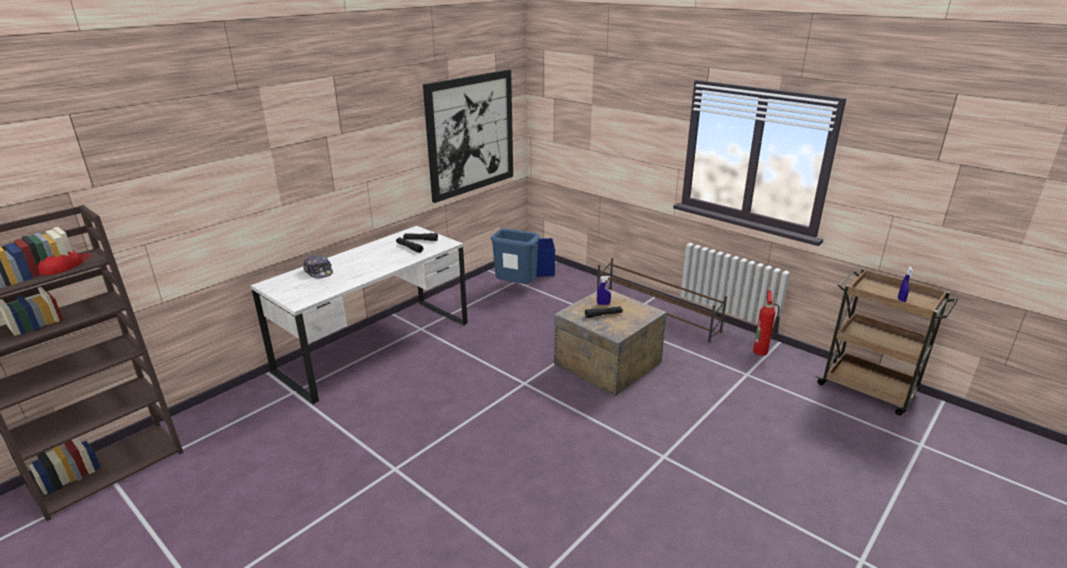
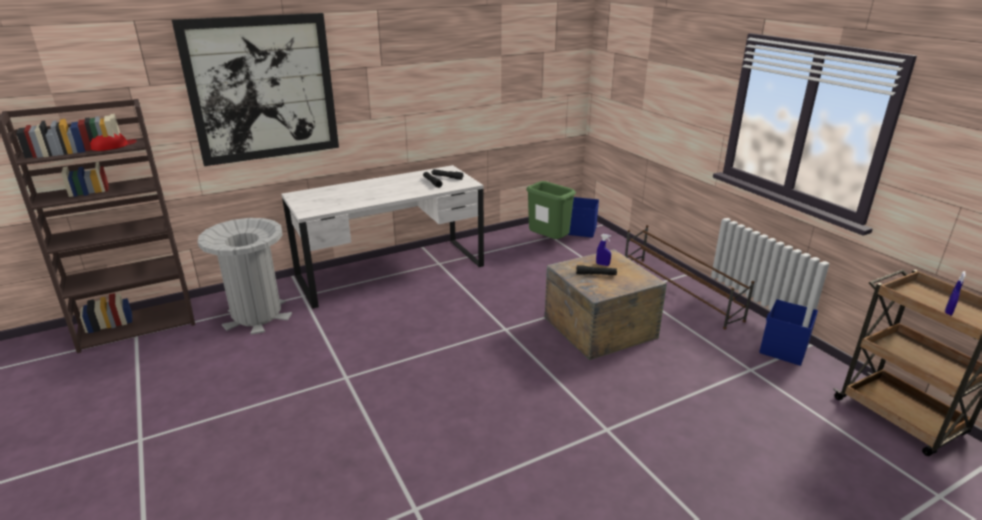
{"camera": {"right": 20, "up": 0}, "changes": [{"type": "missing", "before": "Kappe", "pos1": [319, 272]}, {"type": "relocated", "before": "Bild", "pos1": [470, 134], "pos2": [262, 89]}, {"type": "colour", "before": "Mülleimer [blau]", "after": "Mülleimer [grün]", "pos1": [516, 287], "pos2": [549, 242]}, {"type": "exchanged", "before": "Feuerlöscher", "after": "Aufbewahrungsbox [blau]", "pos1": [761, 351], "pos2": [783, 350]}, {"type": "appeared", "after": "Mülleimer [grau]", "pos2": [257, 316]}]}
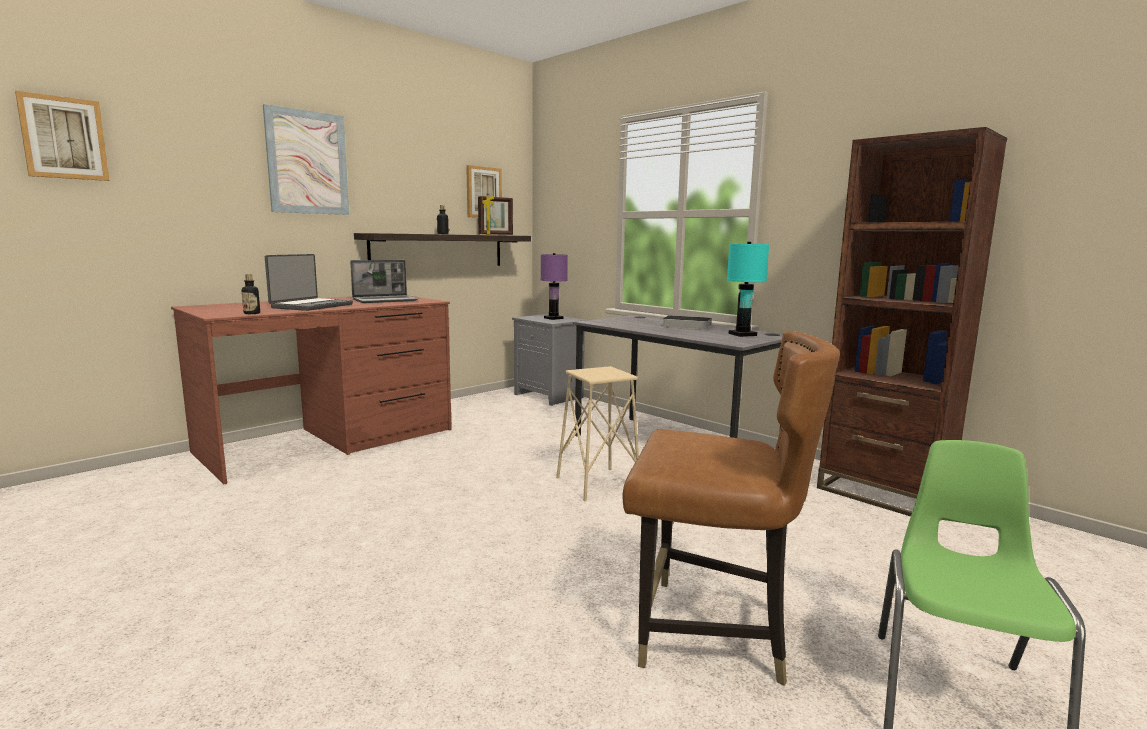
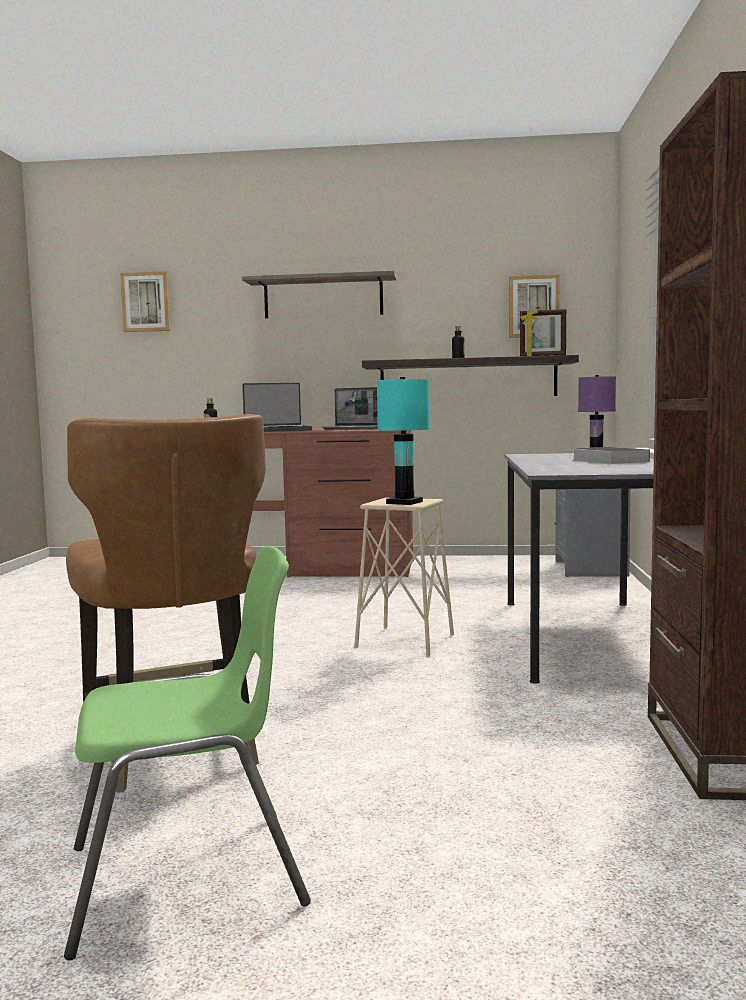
{"camera": {"right": 50, "up": -5}, "changes": [{"type": "exchanged", "before": "Bild", "after": "Wandregal", "pos1": [307, 163], "pos2": [323, 297]}, {"type": "relocated", "before": "Tischlampe [türkis]", "pos1": [742, 334], "pos2": [404, 502]}]}
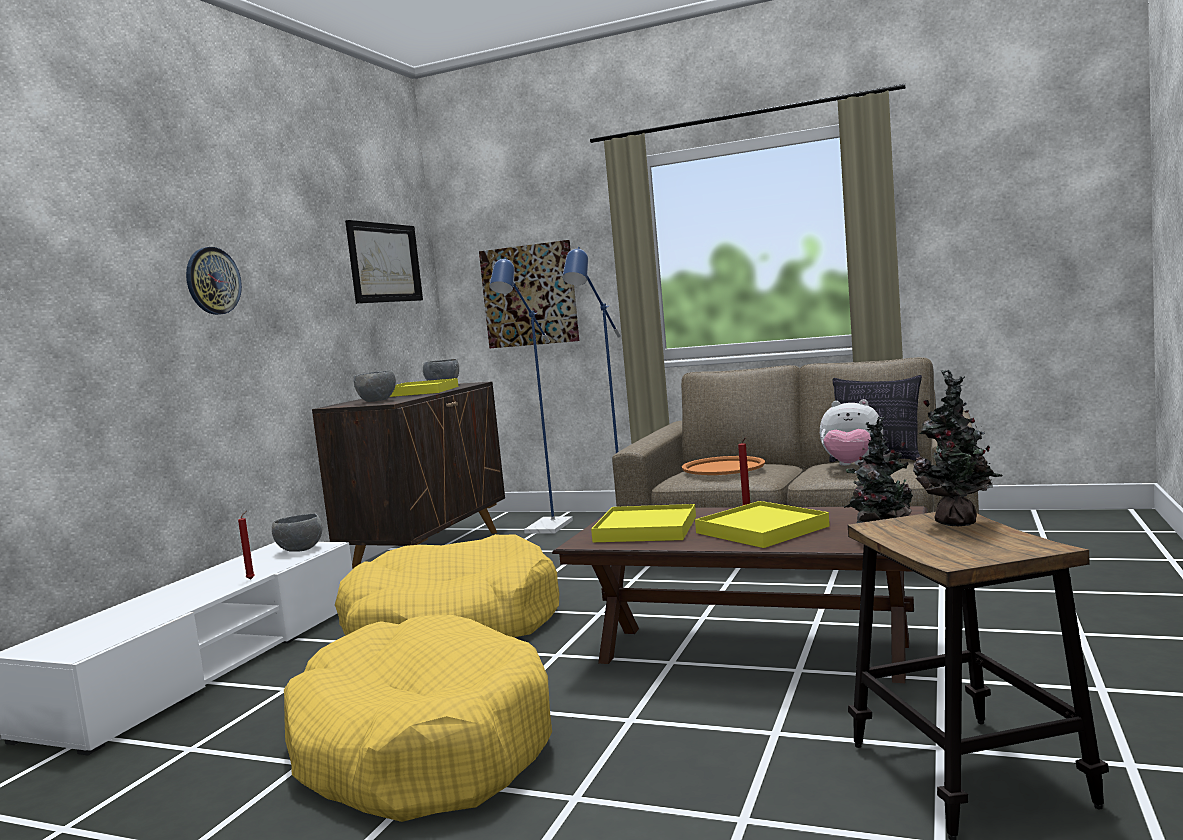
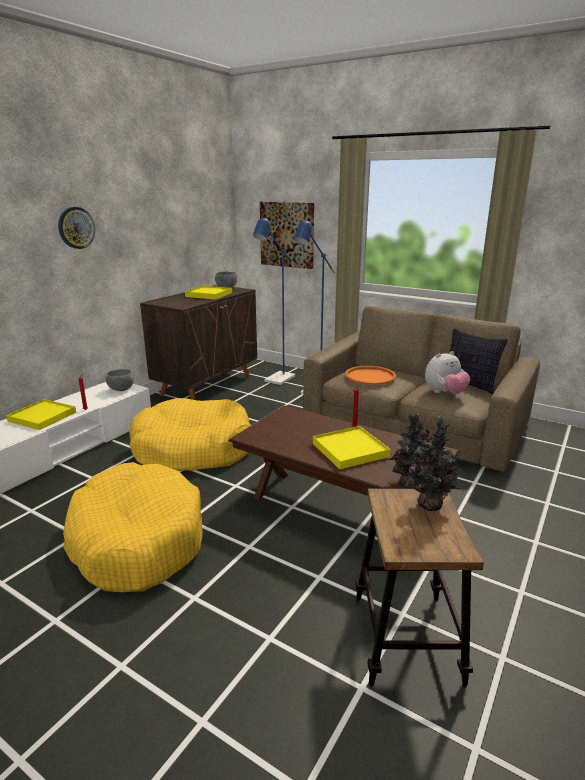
{"camera": {"right": 10, "up": 15}, "changes": [{"type": "missing", "before": "Bild", "pos1": [384, 263]}, {"type": "missing", "before": "Schüssel [grau]", "pos1": [377, 401]}, {"type": "relocated", "before": "Tablett [gelb]", "pos1": [646, 529], "pos2": [42, 417]}, {"type": "spun", "before": "Plüschtier", "pos1": [851, 466], "pos2": [444, 393], "turn": -60}]}
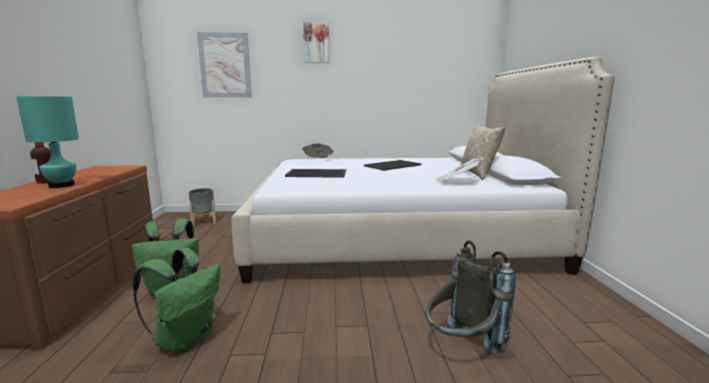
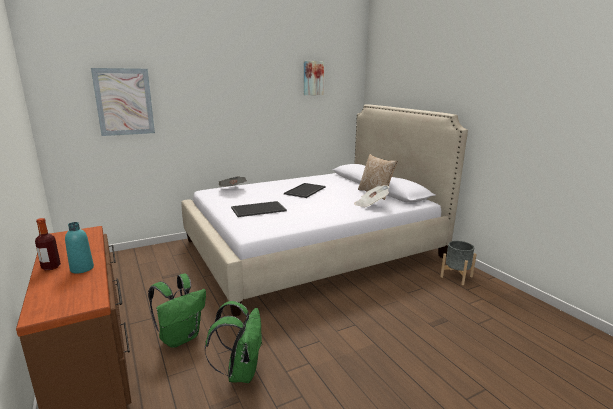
{"camera": {"right": -25, "up": 5}, "changes": [{"type": "exchanged", "before": "Tischlampe [türkis]", "after": "Flasche [türkis]", "pos1": [62, 185], "pos2": [82, 269]}, {"type": "relocated", "before": "Pflanzkübel [grau]", "pos1": [204, 222], "pos2": [456, 276]}, {"type": "relocated", "before": "Bild", "pos1": [316, 42], "pos2": [313, 78]}, {"type": "missing", "before": "Rucksack [grau]", "pos1": [461, 347]}]}
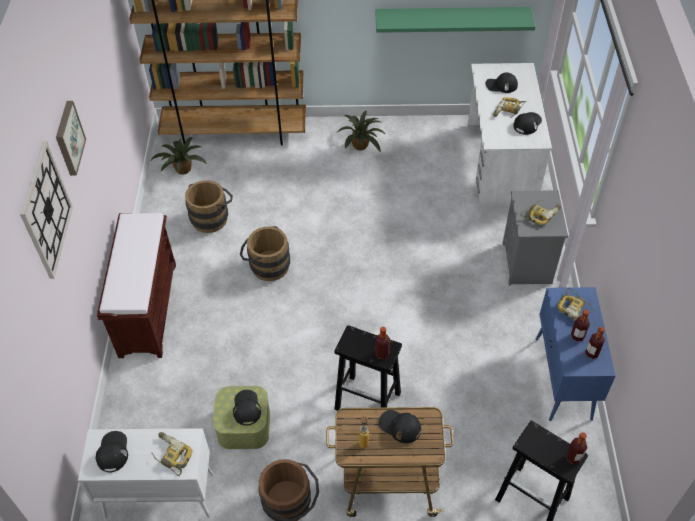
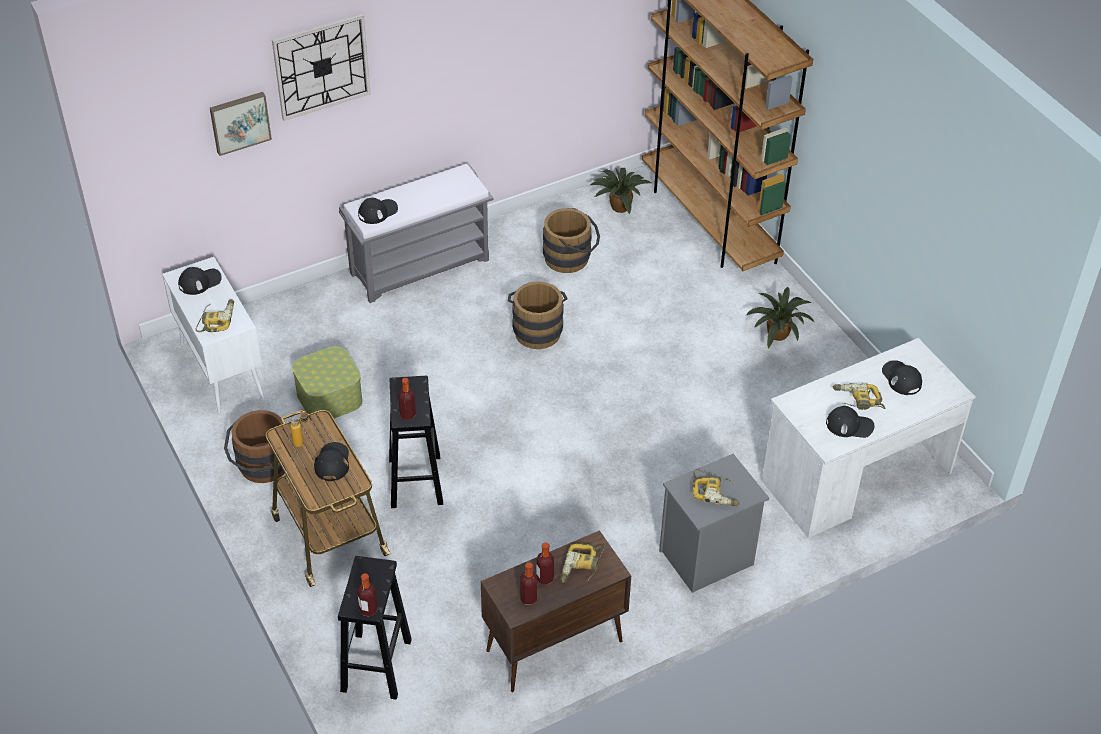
{"camera": {"right": 60, "up": -5}, "changes": [{"type": "relocated", "before": "Bild", "pos1": [68, 138], "pos2": [239, 122]}, {"type": "colour", "before": "Bank [braun]", "after": "Bank [grau]", "pos1": [148, 308], "pos2": [420, 266]}, {"type": "relocated", "before": "Kappe [schwarz]", "pos1": [246, 408], "pos2": [378, 212]}, {"type": "missing", "before": "Wandregal [grün]", "pos1": [452, 19]}, {"type": "colour", "before": "Schrank [blau]", "after": "Schrank [braun]", "pos1": [563, 379], "pos2": [553, 647]}]}
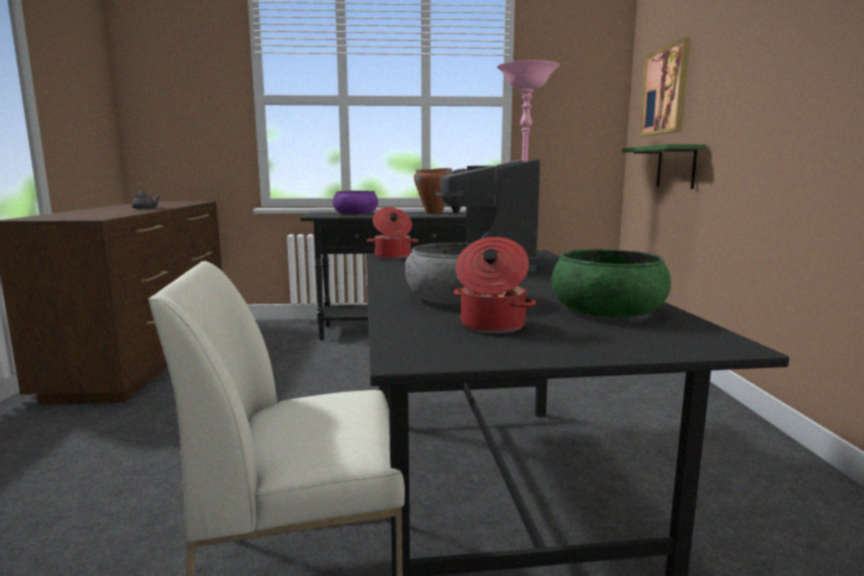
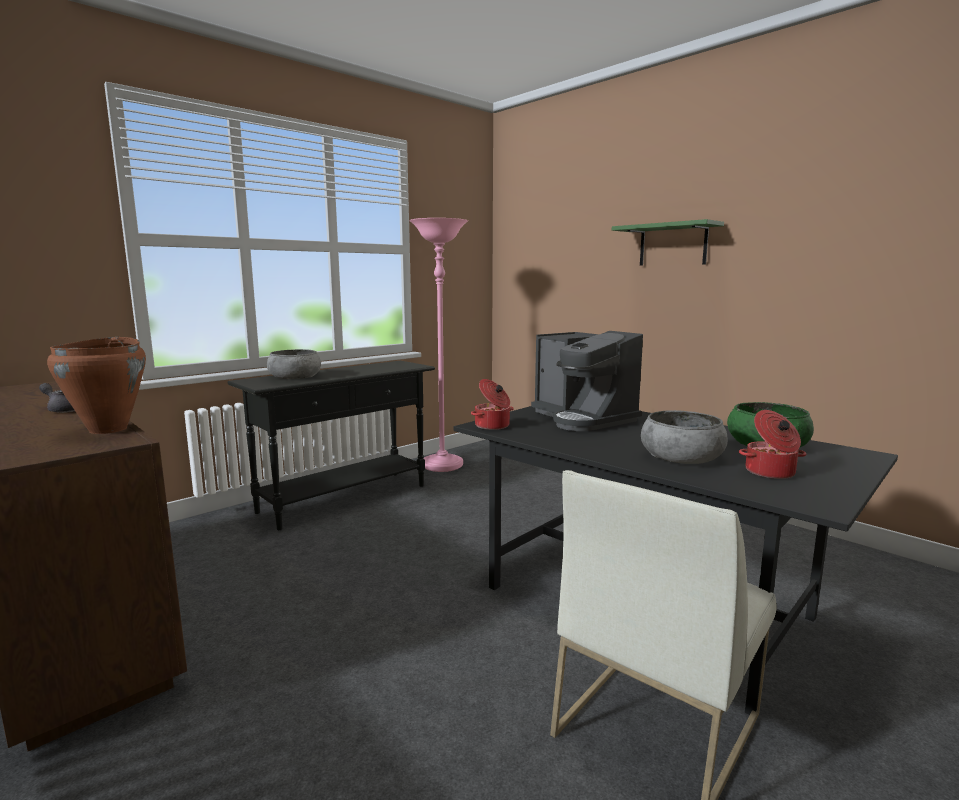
{"camera": {"right": -40, "up": 0}, "changes": [{"type": "colour", "before": "Schüssel [lila]", "after": "Schüssel [grau]", "pos1": [355, 213], "pos2": [295, 377]}, {"type": "relocated", "before": "Kochtopf [braun]", "pos1": [434, 213], "pos2": [109, 429]}, {"type": "relocated", "before": "Wandregal [grün]", "pos1": [676, 167], "pos2": [673, 245]}, {"type": "missing", "before": "Bild", "pos1": [665, 91]}]}
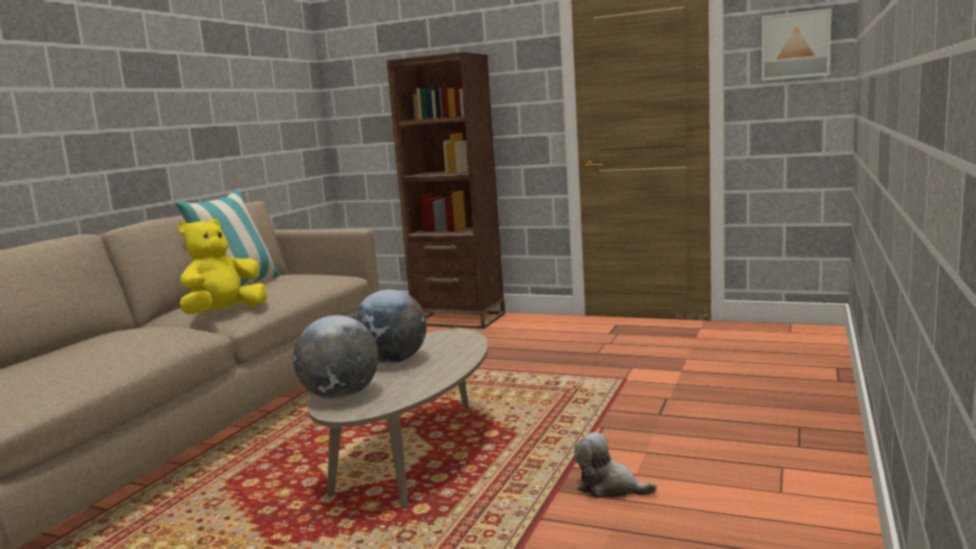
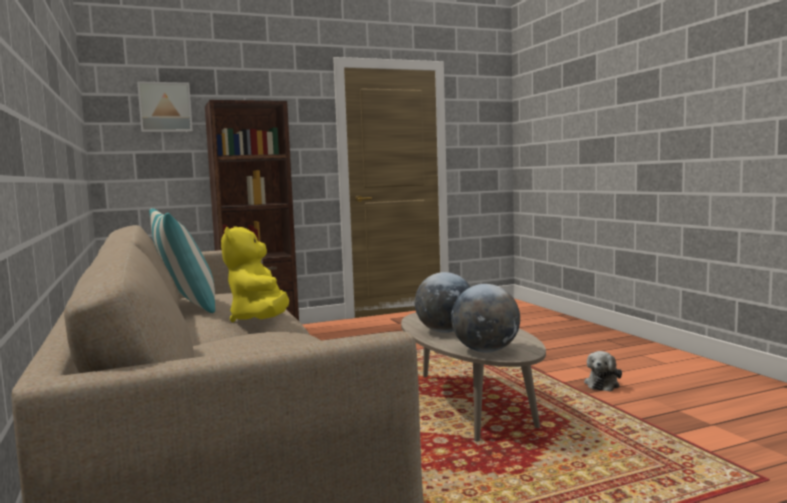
{"camera": {"right": -45, "up": -5}, "changes": [{"type": "spun", "before": "Plüschtier", "pos1": [609, 487], "pos2": [602, 384], "turn": -45}, {"type": "relocated", "before": "Bild", "pos1": [795, 45], "pos2": [165, 107]}]}
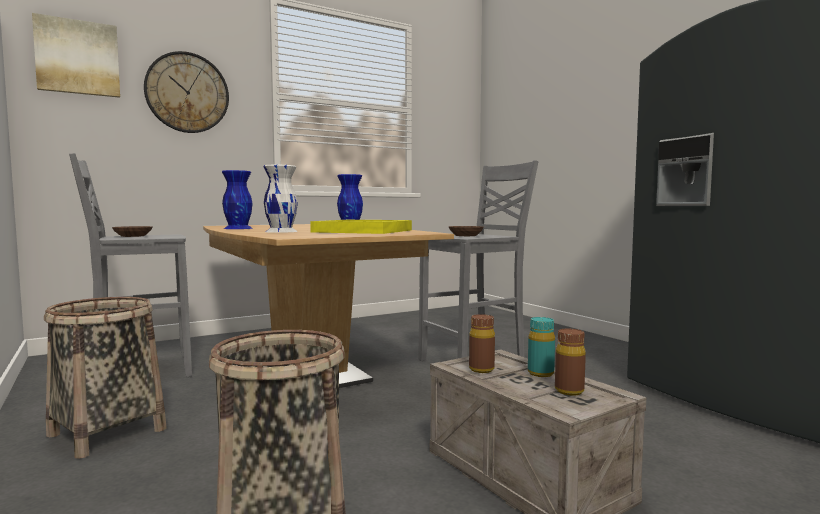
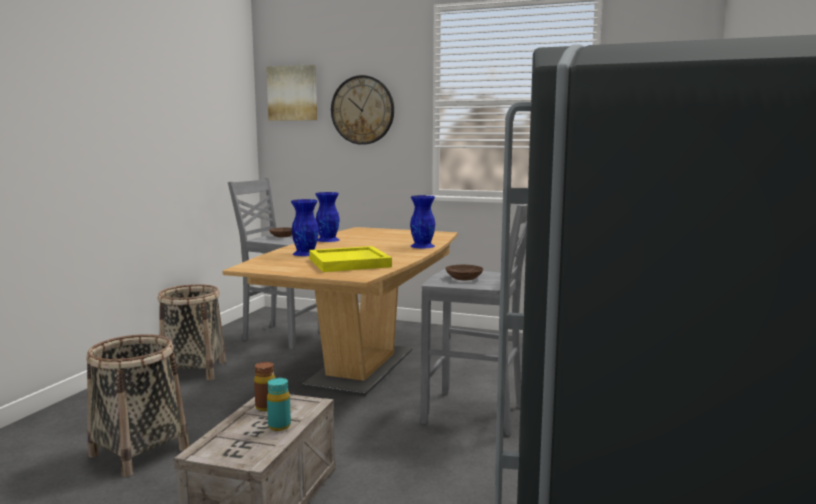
{"camera": {"right": 50, "up": 5}, "changes": [{"type": "colour", "before": "Vase [weiß]", "after": "Vase [blau]", "pos1": [281, 231], "pos2": [306, 253]}, {"type": "missing", "before": "Flasche [braun]", "pos1": [569, 391]}]}
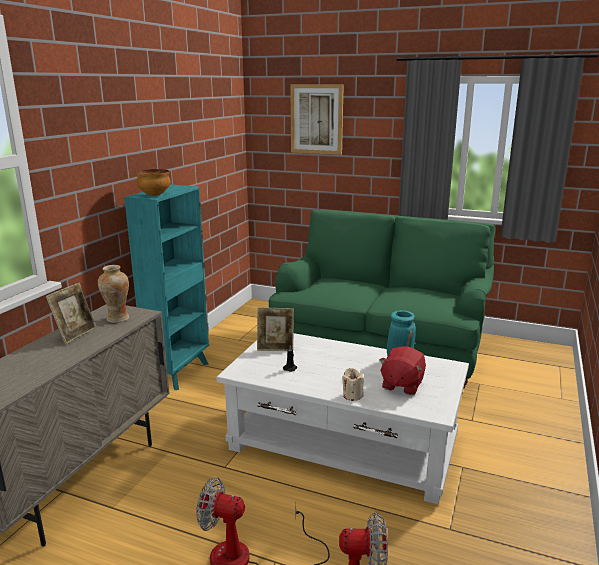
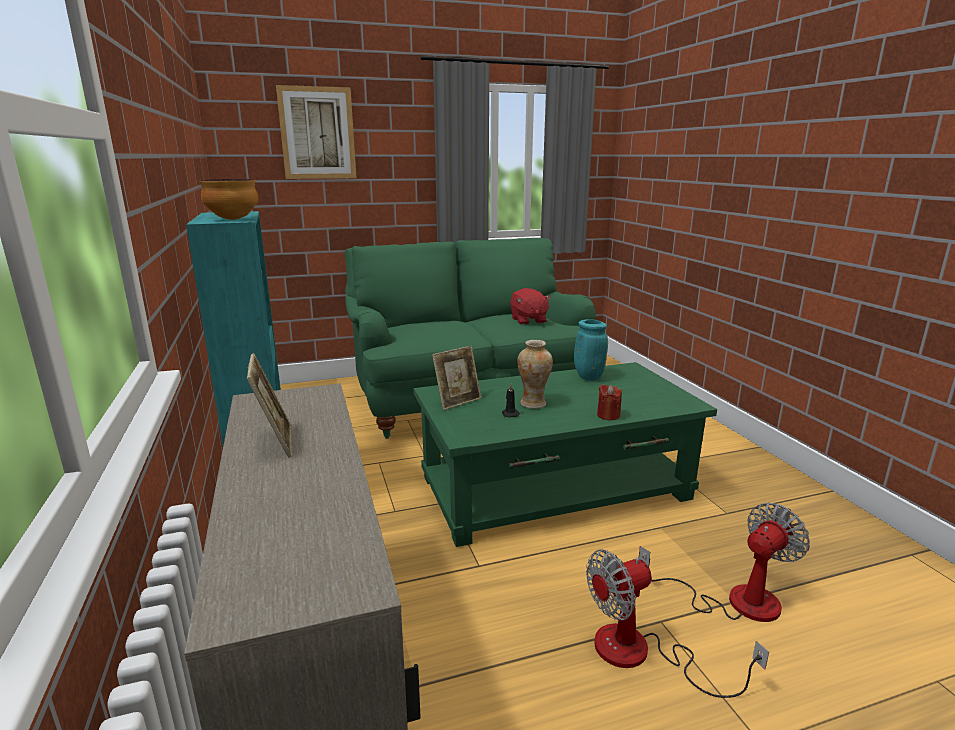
{"camera": {"right": -40, "up": 0}, "changes": [{"type": "relocated", "before": "Vase", "pos1": [118, 318], "pos2": [533, 404]}, {"type": "colour", "before": "Couchtisch [weiß]", "after": "Couchtisch [grün]", "pos1": [344, 444], "pos2": [555, 488]}, {"type": "colour", "before": "Kerze [beige]", "after": "Kerze [rot]", "pos1": [352, 395], "pos2": [608, 415]}, {"type": "relocated", "before": "Plüschtier [rot]", "pos1": [401, 385], "pos2": [528, 320]}]}
